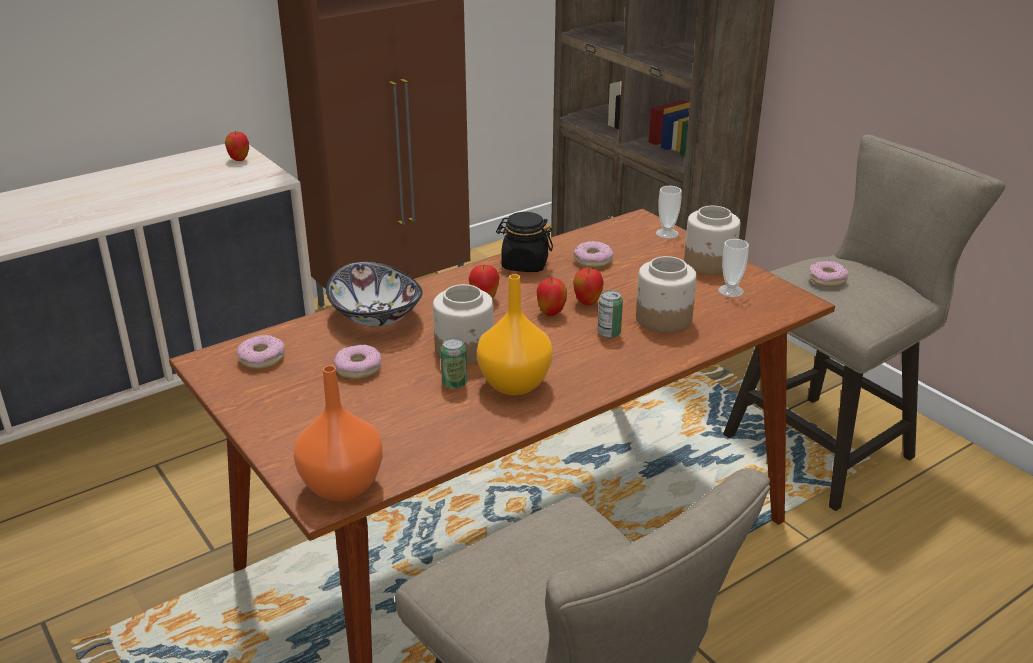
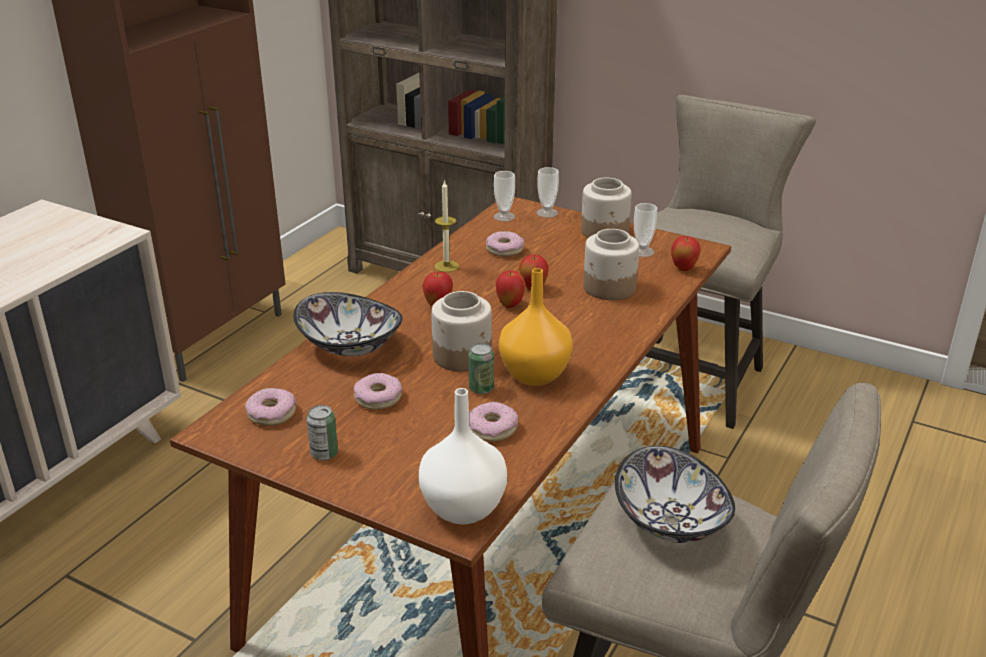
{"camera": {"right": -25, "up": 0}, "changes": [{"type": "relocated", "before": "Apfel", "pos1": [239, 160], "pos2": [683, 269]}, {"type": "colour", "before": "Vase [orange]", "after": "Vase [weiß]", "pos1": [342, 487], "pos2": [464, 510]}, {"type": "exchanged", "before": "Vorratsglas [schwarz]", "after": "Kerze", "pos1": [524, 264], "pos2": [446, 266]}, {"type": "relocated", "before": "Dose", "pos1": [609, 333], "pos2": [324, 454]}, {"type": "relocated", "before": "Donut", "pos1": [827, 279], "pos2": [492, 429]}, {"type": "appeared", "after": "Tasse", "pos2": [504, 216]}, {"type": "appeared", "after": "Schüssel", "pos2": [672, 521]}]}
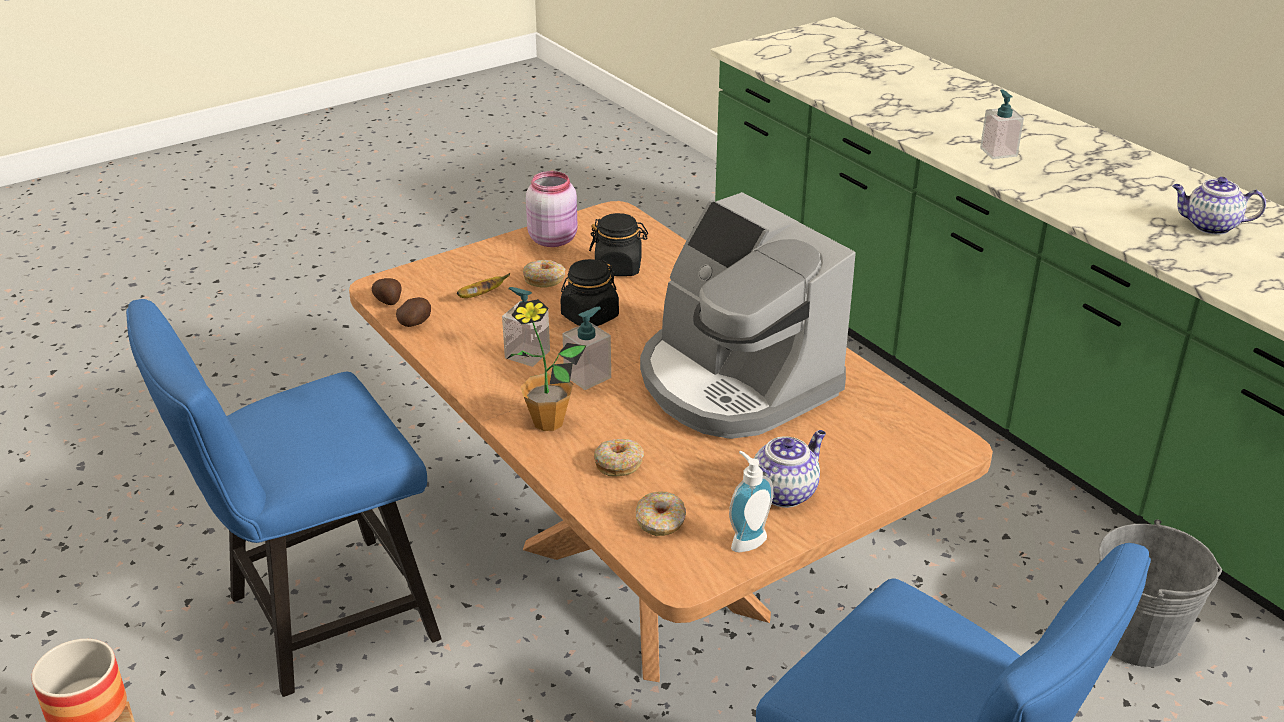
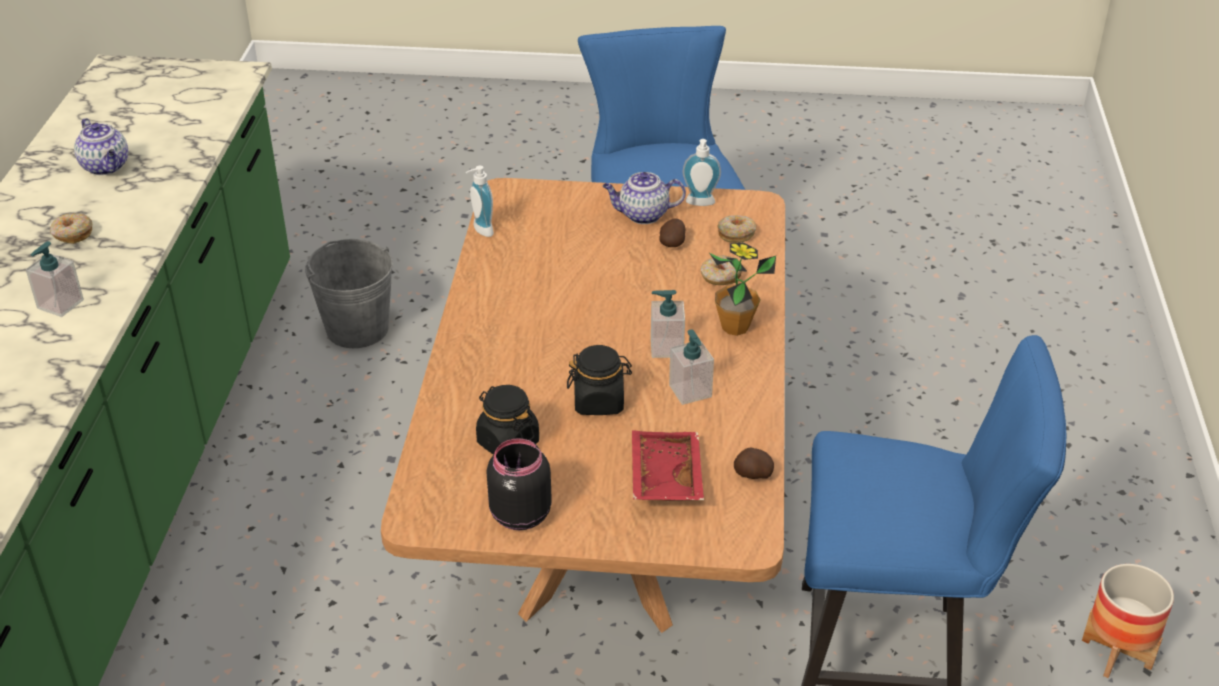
{"camera": {"right": -140, "up": 5}, "changes": [{"type": "relocated", "before": "Kartoffel", "pos1": [388, 301], "pos2": [673, 243]}, {"type": "exchanged", "before": "Banane", "after": "Tablett [rot]", "pos1": [481, 295], "pos2": [663, 477]}, {"type": "relocated", "before": "Donut", "pos1": [544, 279], "pos2": [72, 234]}, {"type": "colour", "before": "Vorratsglas [rosa]", "after": "Vorratsglas [schwarz]", "pos1": [554, 239], "pos2": [518, 515]}, {"type": "missing", "before": "Kaffeemaschine", "pos1": [734, 383]}, {"type": "appeared", "after": "Seifenspender", "pos2": [480, 231]}]}
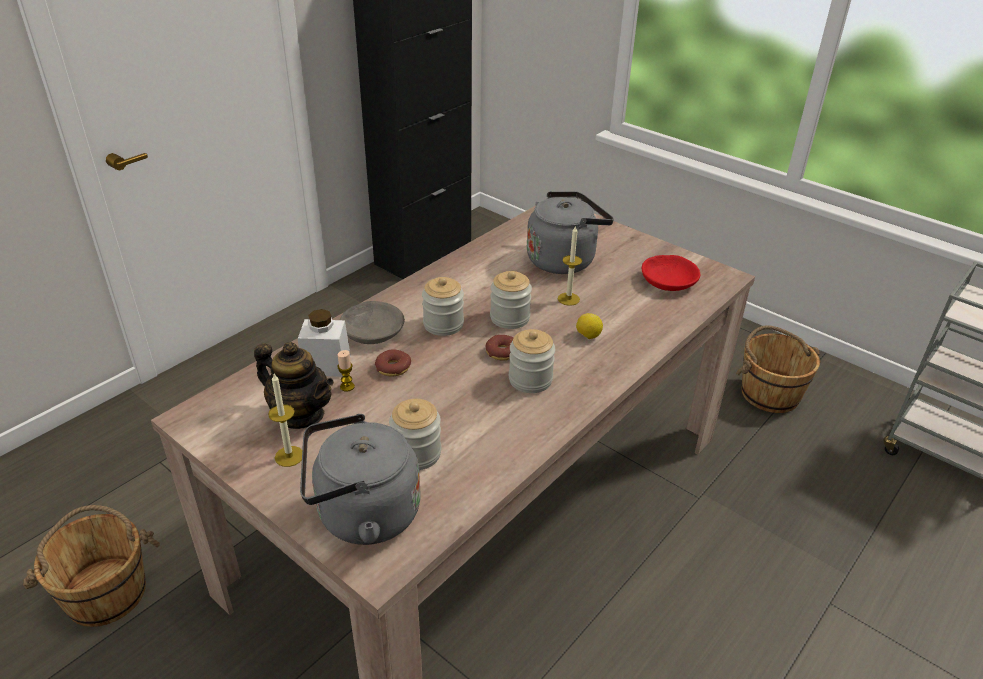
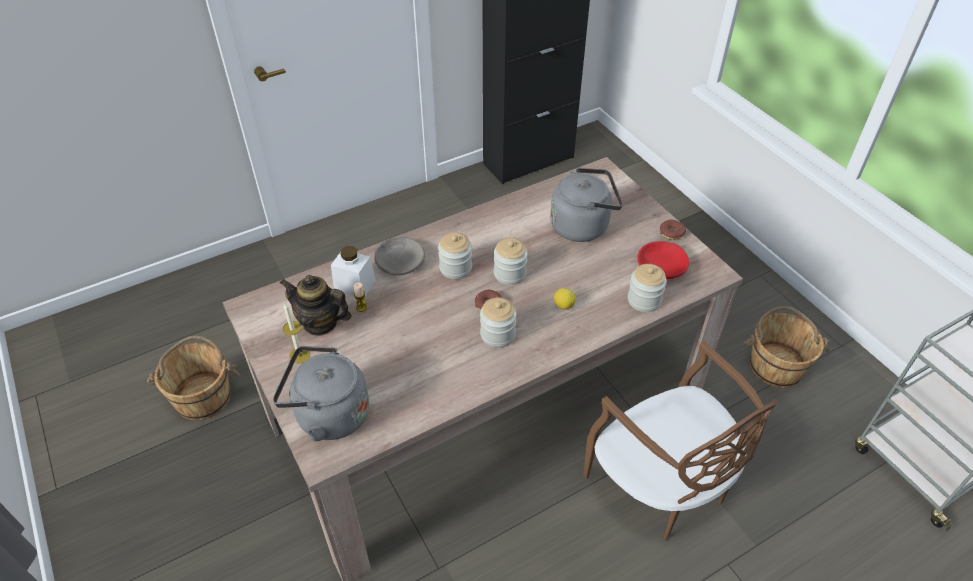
{"camera": {"right": 20, "up": 10}, "changes": [{"type": "spun", "before": "Teekanne", "pos1": [301, 414], "pos2": [320, 323], "turn": 150}, {"type": "relocated", "before": "Donut", "pos1": [393, 368], "pos2": [671, 233]}, {"type": "relocated", "before": "Vorratsglas", "pos1": [416, 453], "pos2": [644, 300]}, {"type": "missing", "before": "Kerze", "pos1": [568, 299]}, {"type": "appeared", "after": "Stuhl [braun]", "pos2": [661, 485]}]}
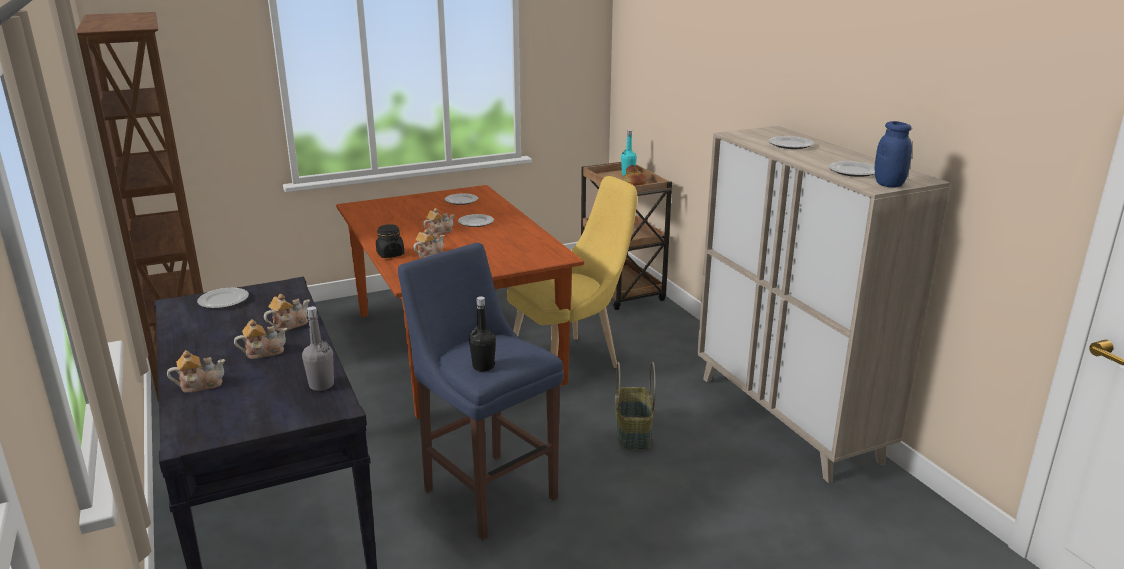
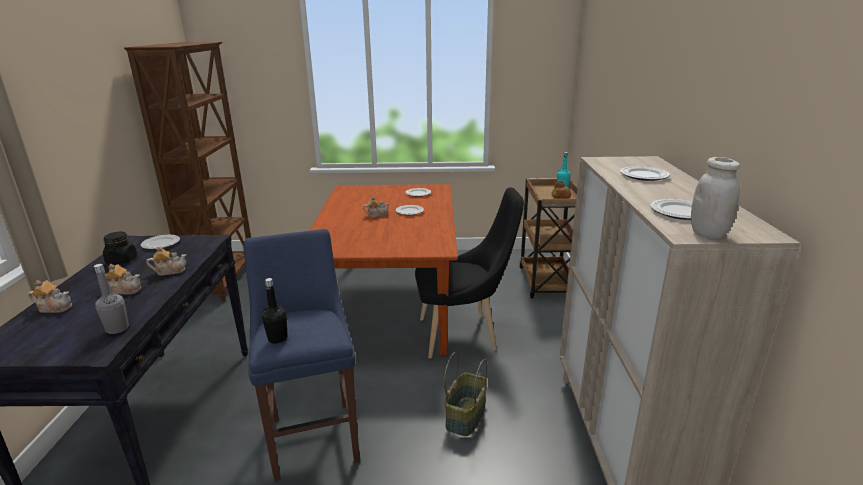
{"camera": {"right": 25, "up": 0}, "changes": [{"type": "relocated", "before": "Vorratsglas [schwarz]", "pos1": [390, 254], "pos2": [122, 260]}, {"type": "missing", "before": "Teekanne", "pos1": [429, 254]}, {"type": "colour", "before": "Stuhl [gelb]", "after": "Stuhl [schwarz]", "pos1": [570, 361], "pos2": [463, 334]}, {"type": "colour", "before": "Vorratsglas [blau]", "after": "Vorratsglas [weiß]", "pos1": [889, 184], "pos2": [707, 234]}]}
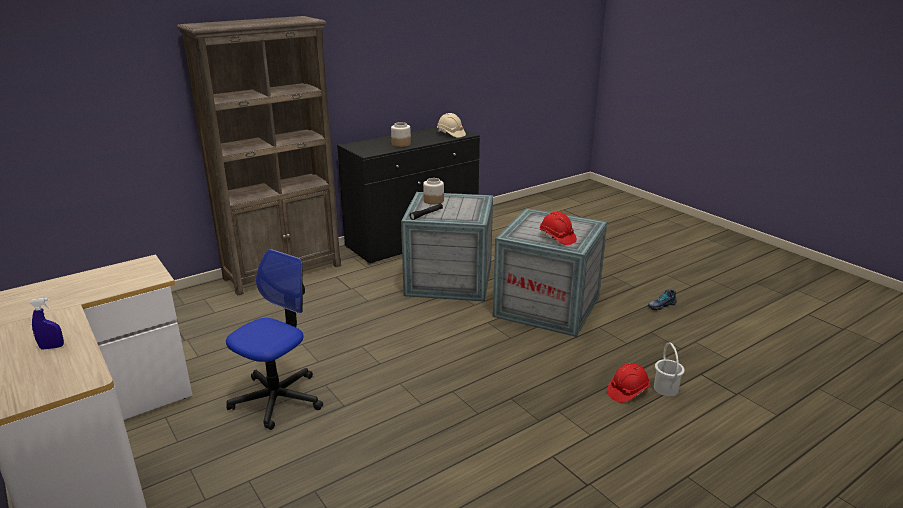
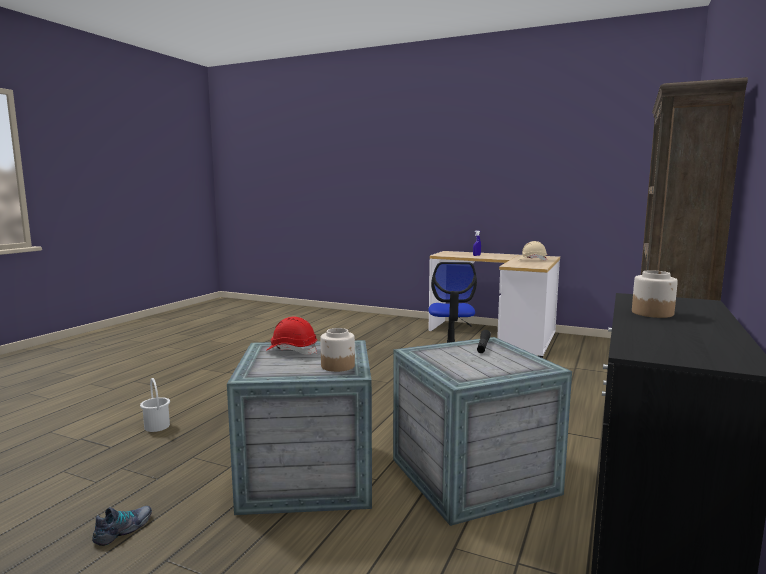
{"camera": {"right": 150, "up": -15}, "changes": [{"type": "relocated", "before": "Vorratsglas", "pos1": [433, 201], "pos2": [338, 366]}, {"type": "relocated", "before": "Schutzhelm [beige]", "pos1": [450, 134], "pos2": [532, 260]}, {"type": "missing", "before": "Schutzhelm [rot]", "pos1": [627, 391]}]}
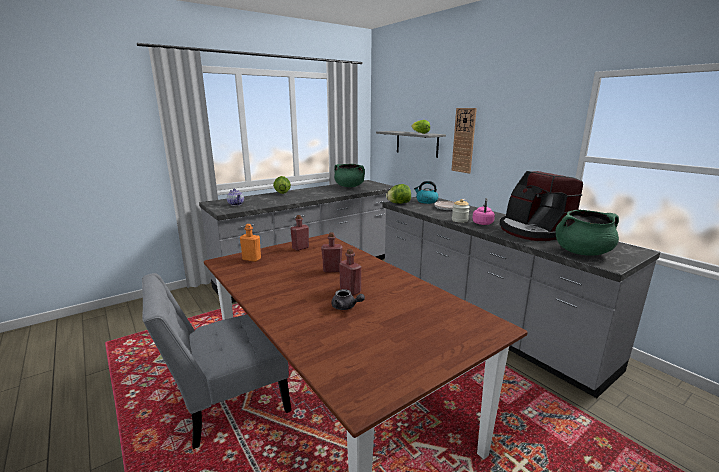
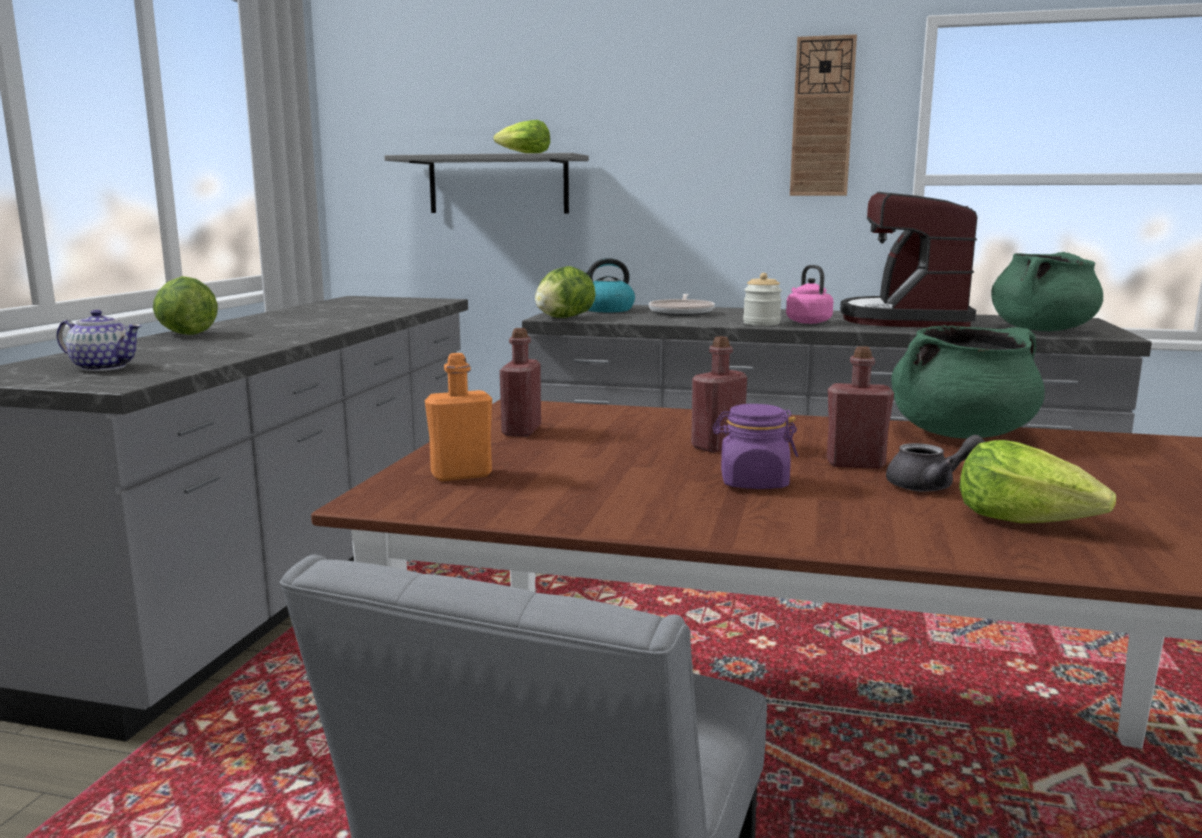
{"camera": {"right": -40, "up": -5}, "changes": [{"type": "relocated", "before": "Kochtopf [grün]", "pos1": [349, 186], "pos2": [961, 434]}, {"type": "relocated", "before": "Wanduhr", "pos1": [464, 140], "pos2": [822, 117]}, {"type": "spun", "before": "Kaffeemaschine", "pos1": [533, 231], "pos2": [906, 320], "turn": 75}, {"type": "appeared", "after": "Vorratsglas [lila]", "pos2": [753, 482]}, {"type": "appeared", "after": "Salatkopf", "pos2": [1024, 521]}]}
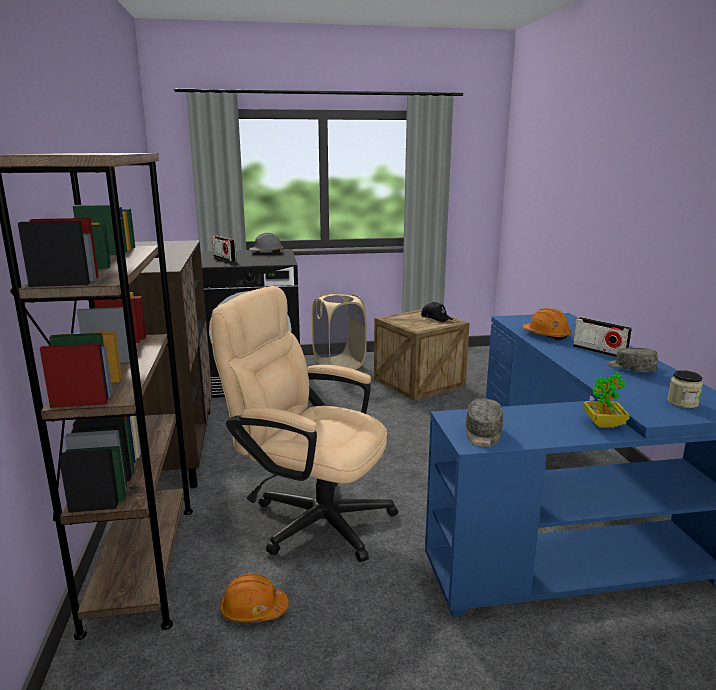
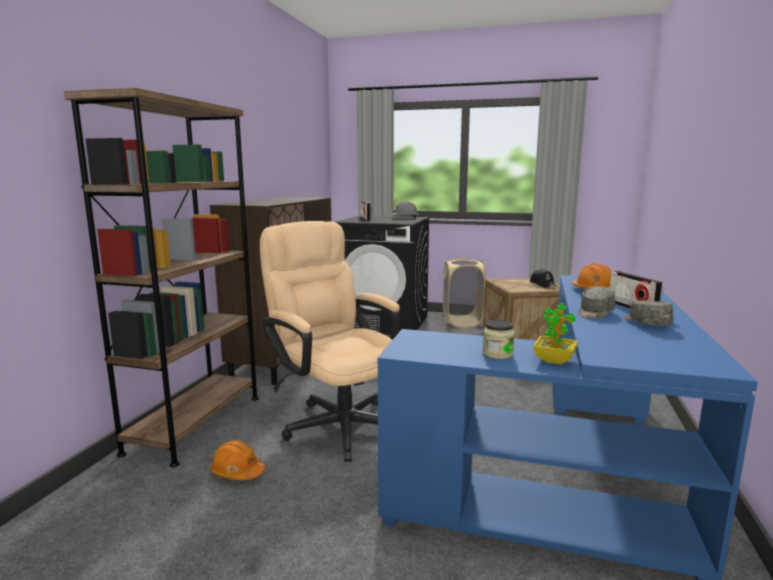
{"camera": {"right": 25, "up": -5}, "changes": [{"type": "relocated", "before": "Kappe [grau]", "pos1": [483, 434], "pos2": [595, 313]}, {"type": "relocated", "before": "Vorratsglas", "pos1": [682, 403], "pos2": [497, 354]}]}
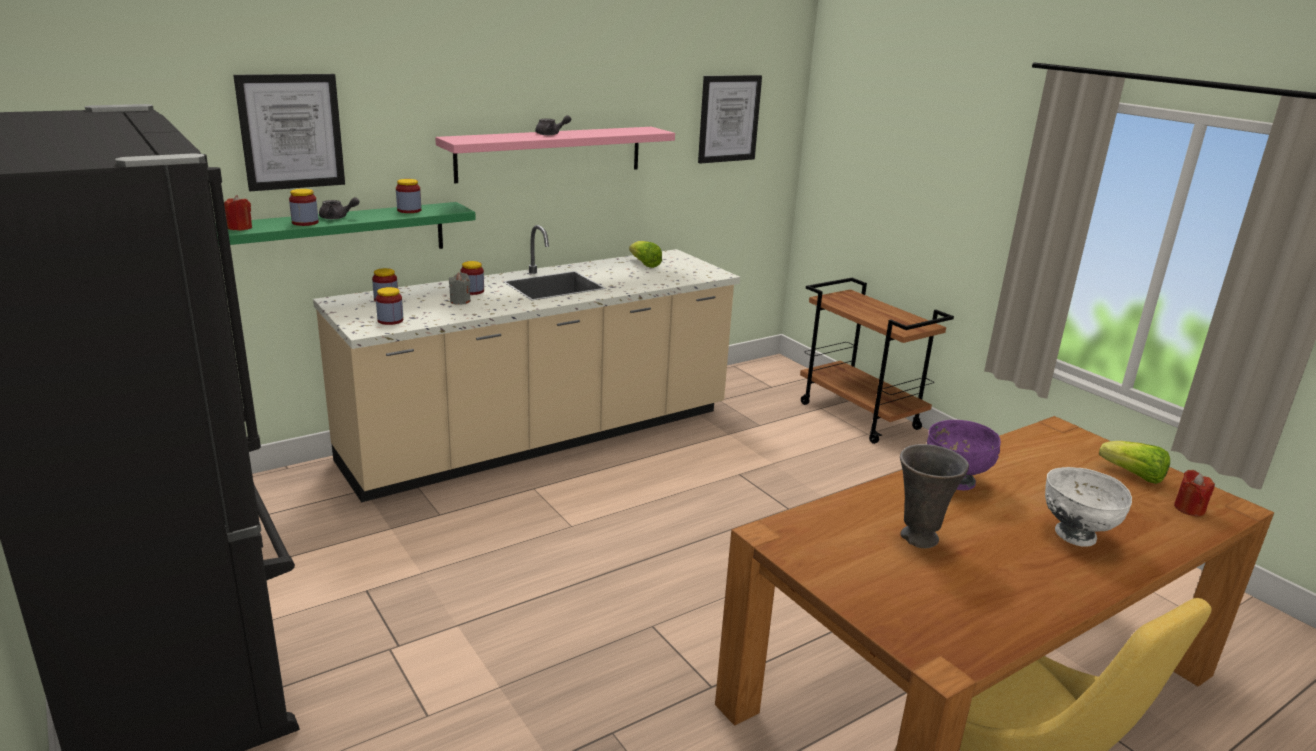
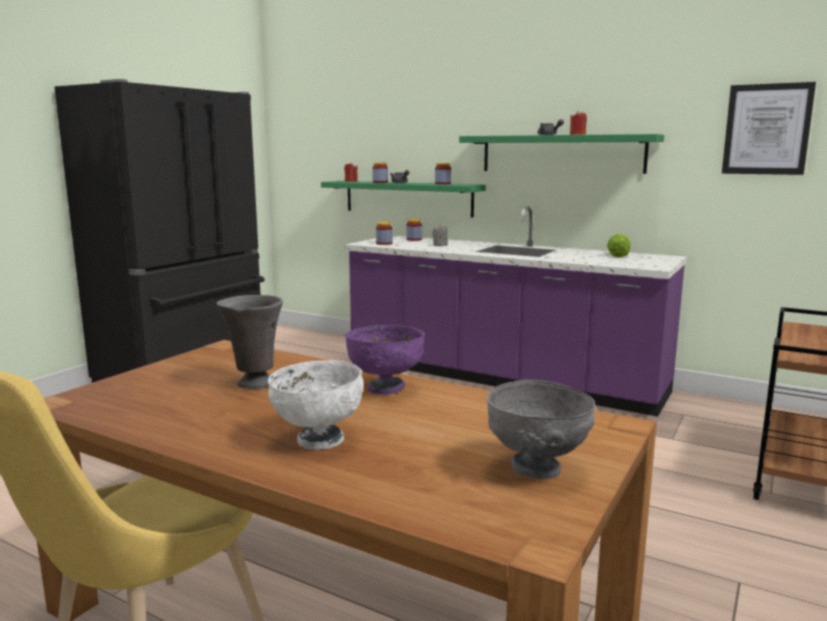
{"camera": {"right": 65, "up": -10}, "changes": [{"type": "missing", "before": "Bild", "pos1": [291, 132]}, {"type": "colour", "before": "Küchenzeile [beige]", "after": "Küchenzeile [lila]", "pos1": [542, 438], "pos2": [501, 377]}, {"type": "colour", "before": "Wandregal [rosa]", "after": "Wandregal [grün]", "pos1": [550, 153], "pos2": [561, 154]}, {"type": "missing", "before": "Vorratsglas", "pos1": [472, 291]}, {"type": "exchanged", "before": "Salatkopf", "after": "Schüssel [grau]", "pos1": [1133, 475], "pos2": [536, 469]}, {"type": "relocated", "before": "Kerze [rot]", "pos1": [1189, 509], "pos2": [577, 134]}]}
